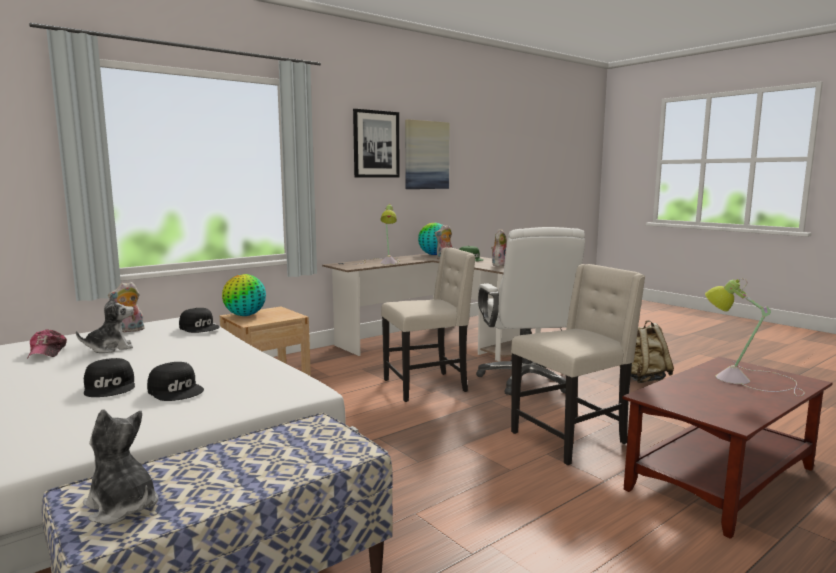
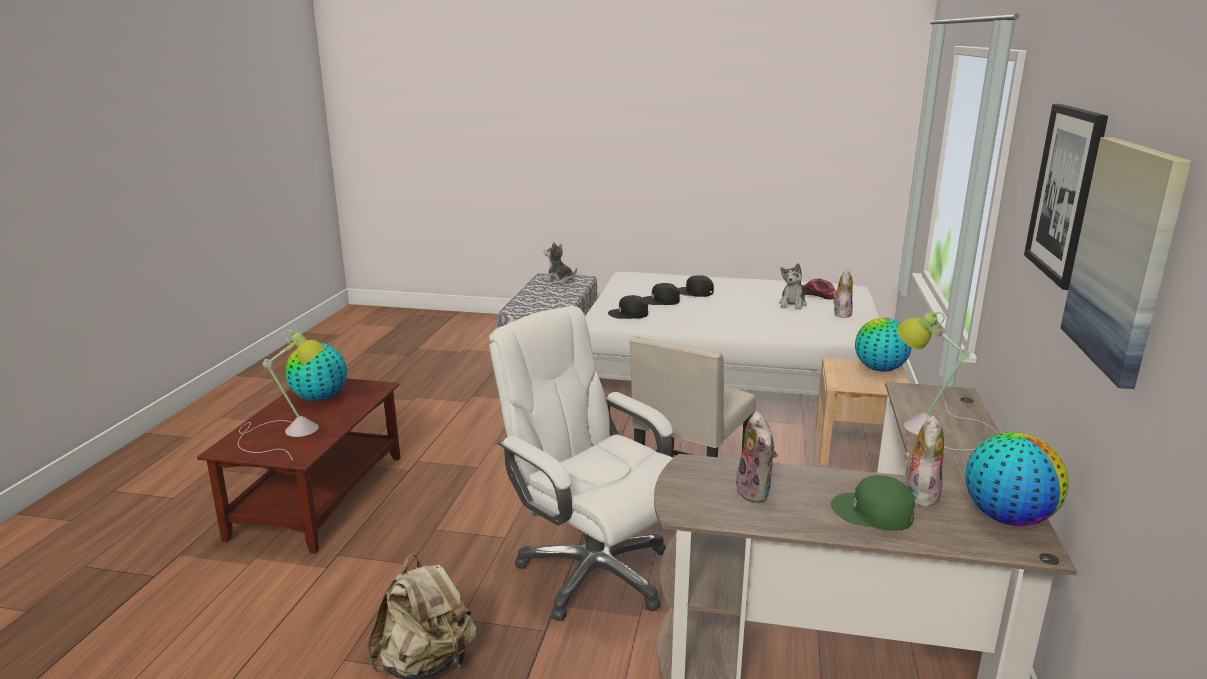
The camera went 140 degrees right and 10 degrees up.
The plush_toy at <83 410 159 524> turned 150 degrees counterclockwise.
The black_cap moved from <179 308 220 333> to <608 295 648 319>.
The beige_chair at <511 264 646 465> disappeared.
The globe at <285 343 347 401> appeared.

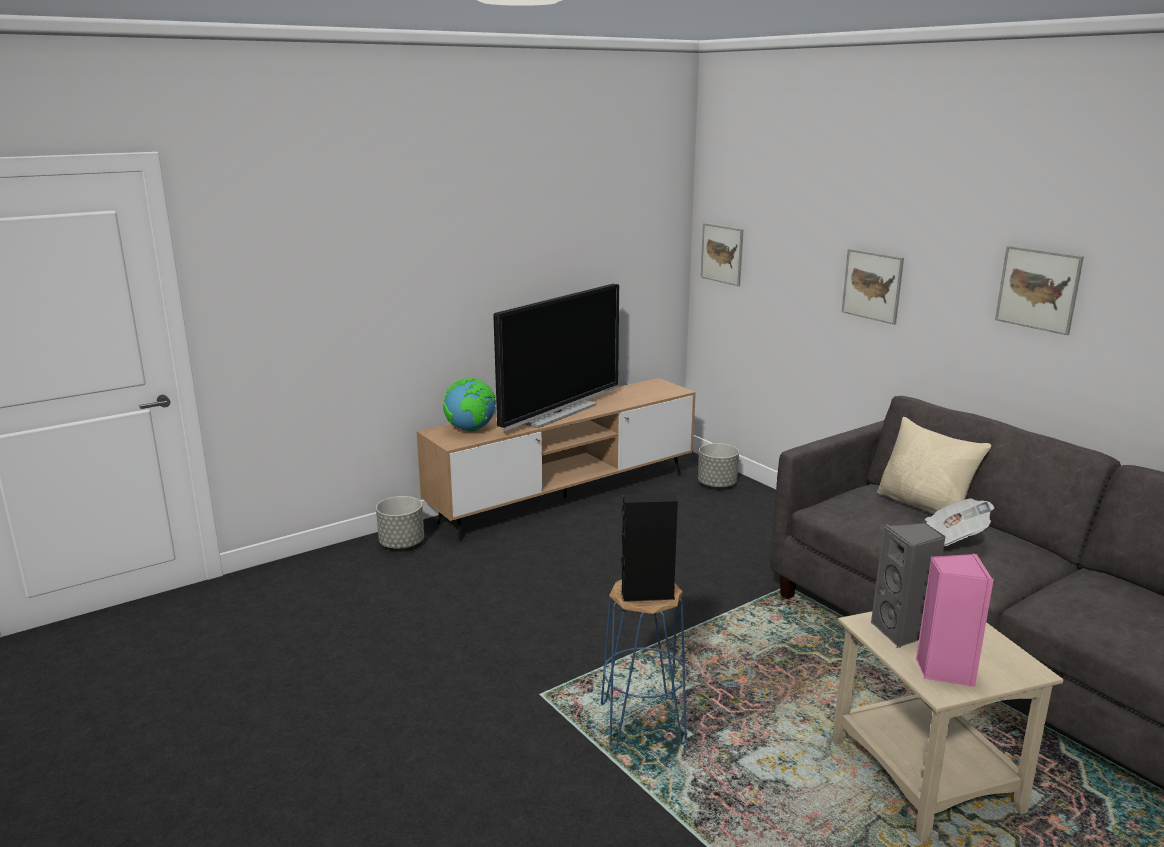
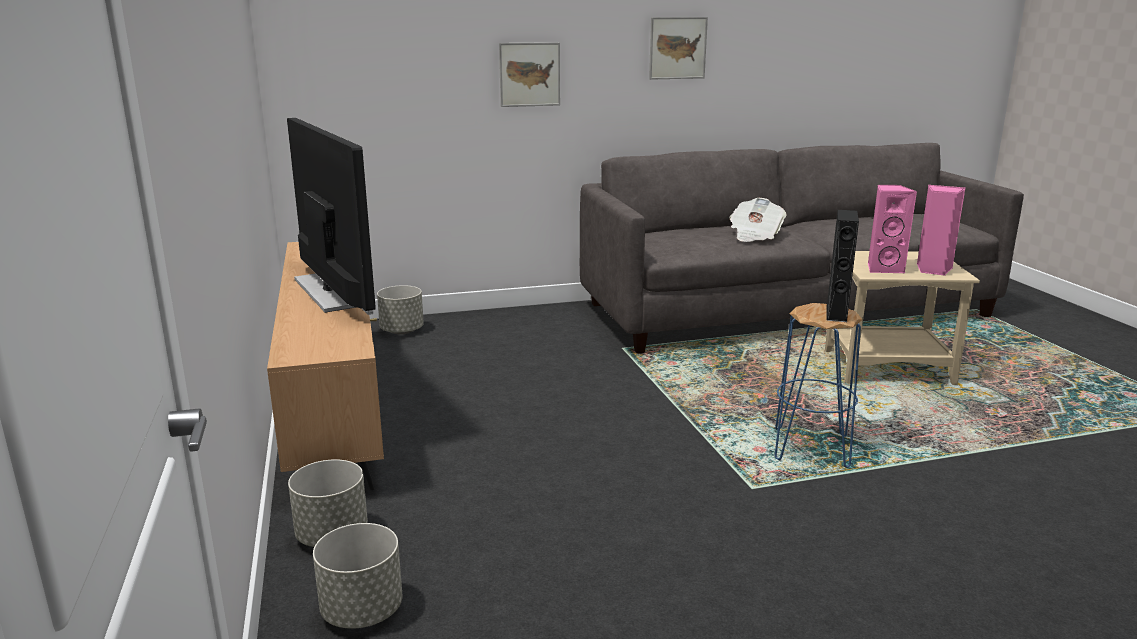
The camera went 70 degrees left and 0 degrees up.
The globe at <443 378 496 432> disappeared.
The picture at <701 223 744 286> disappeared.
The grey_speaker at <871 523 946 648> became the pink_speaker at <868 185 917 274>.
The beige_pillow at <877 417 991 514> disappeared.
The grey_planter at <313 523 403 629> appeared.

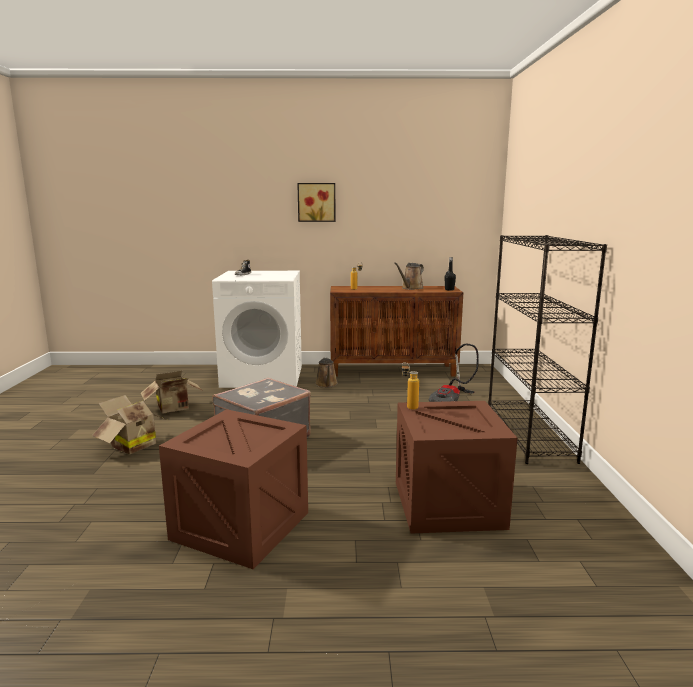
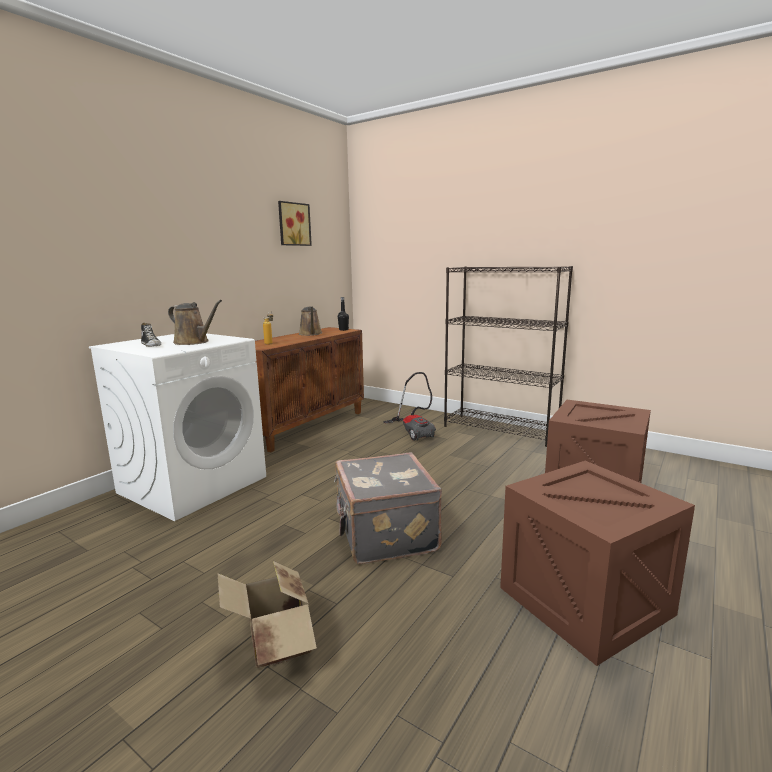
The camera went 55 degrees left and 0 degrees up.
The cardboard_box at <141 371 203 414> disappeared.
The picture moved from <297 183 335 222> to <278 201 312 246>.
The brown_watering_can moved from <315 357 338 388> to <168 300 222 345>.
The bottle at <402 362 419 410> disappeared.

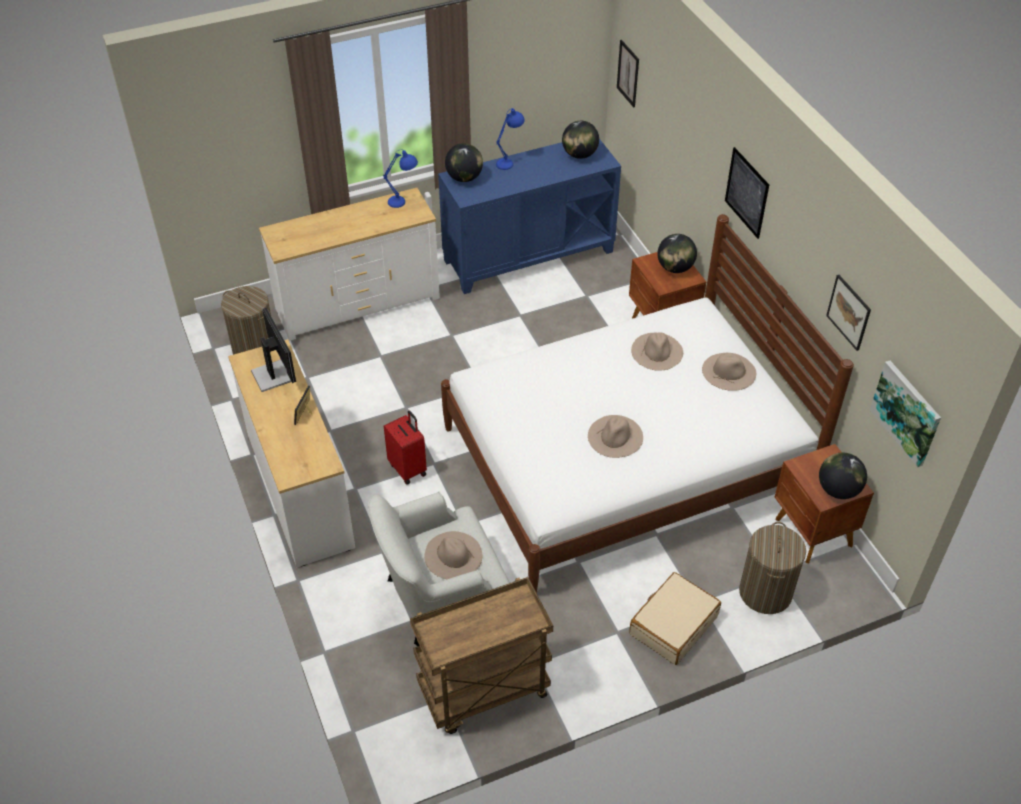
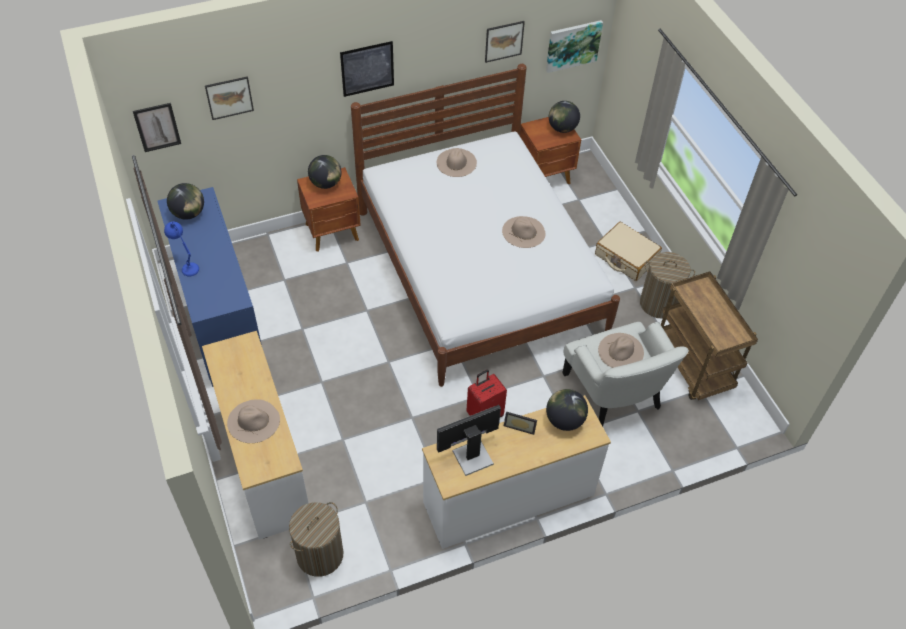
The camera went 90 degrees left and 5 degrees up.
The blue_table_lamp at <383 150 418 208> disappeared.
The globe moved from <445 143 483 182> to <546 389 588 431>.
The beige_hat moved from <631 333 683 371> to <227 399 280 443>.
The laundry_basket moved from <739 522 806 614> to <640 252 695 319>.
The picture at <205 76 254 120> appeared.

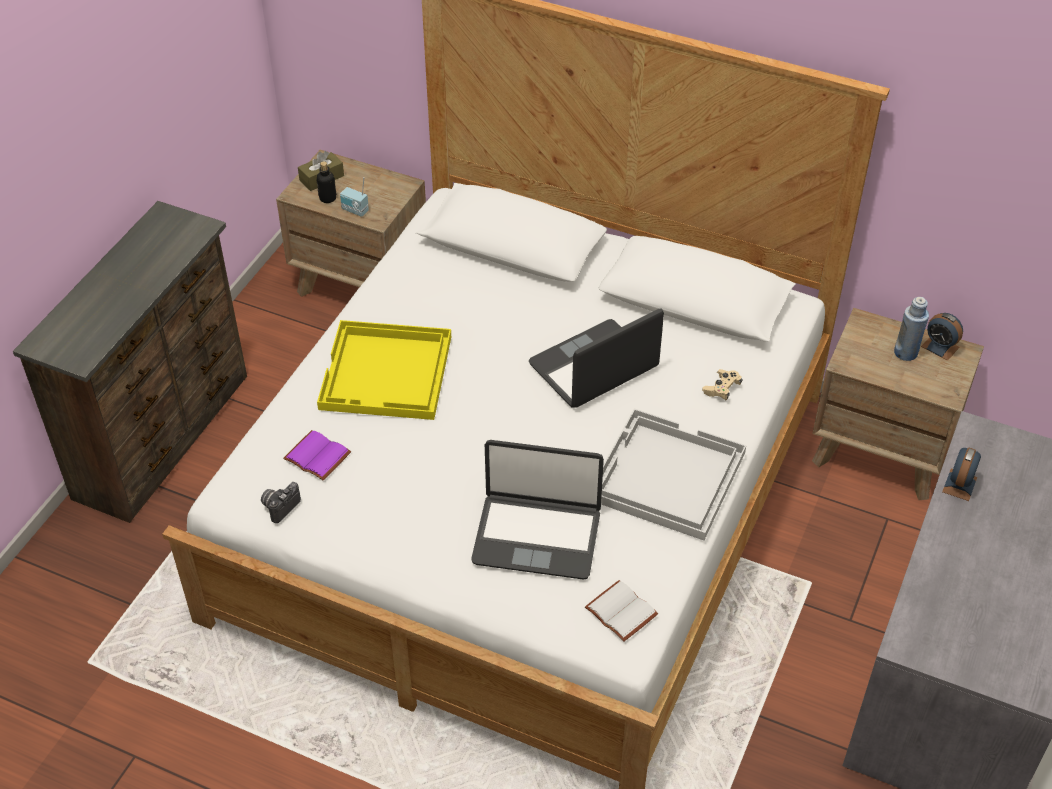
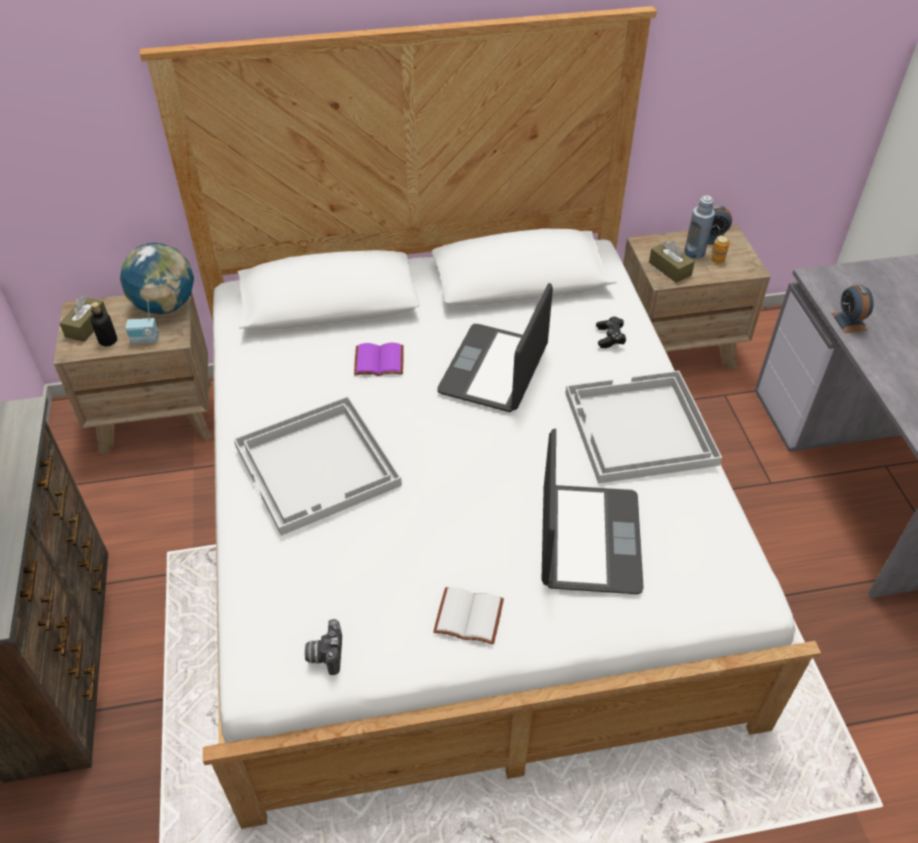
The camera went 35 degrees left and 0 degrees up.
The purple_book moved from <283 430 351 480> to <354 343 404 376>.
The yellow_tray at <317 320 451 420> became the white_tray at <234 396 402 536>.
The laptop at <471 440 604 580> turned 60 degrees counterclockwise.
The white_book moved from <585 580 658 642> to <433 587 504 644>.
The beige_game_controller at <702 369 743 400> became the black_game_controller at <596 317 626 348>.
The globe at <120 243 194 314> appeared.
The brown_tissue_box at <649 241 695 283> appeared.
The can at <711 235 729 263> appeared.

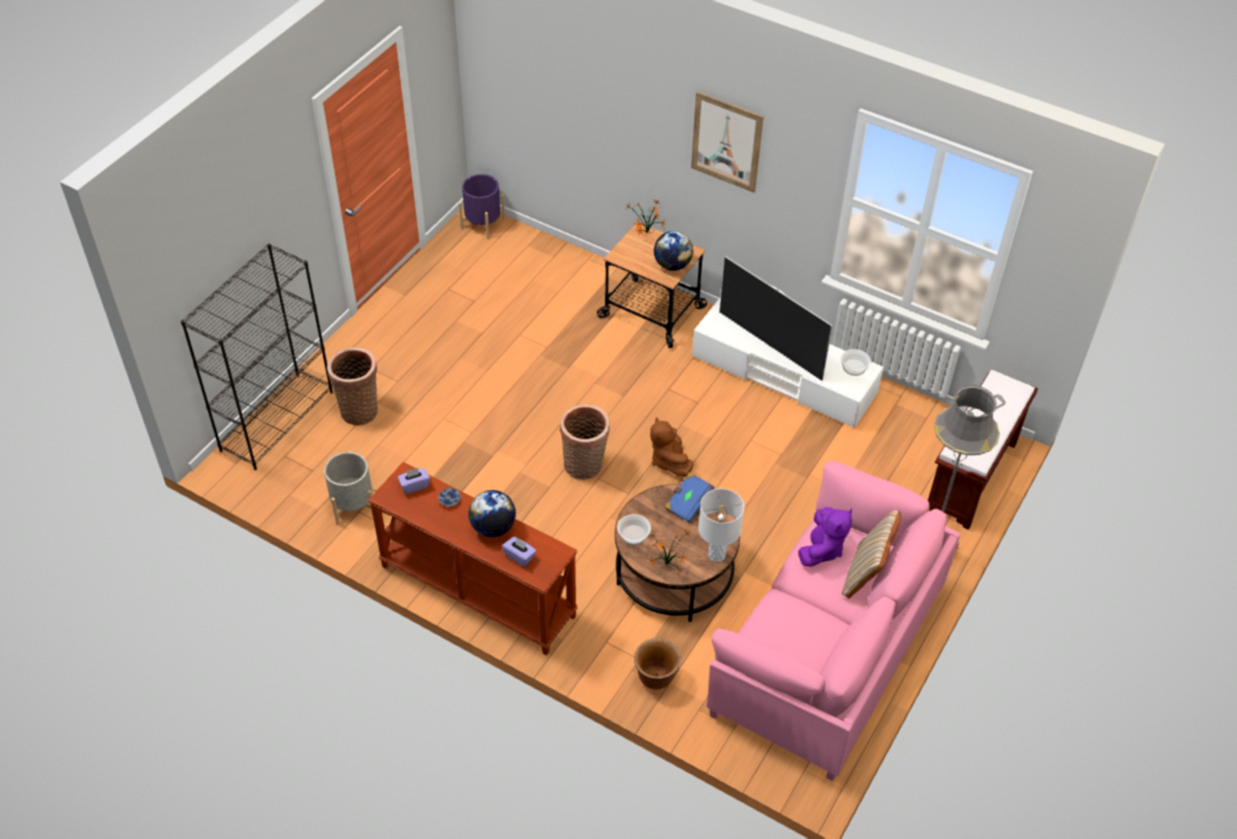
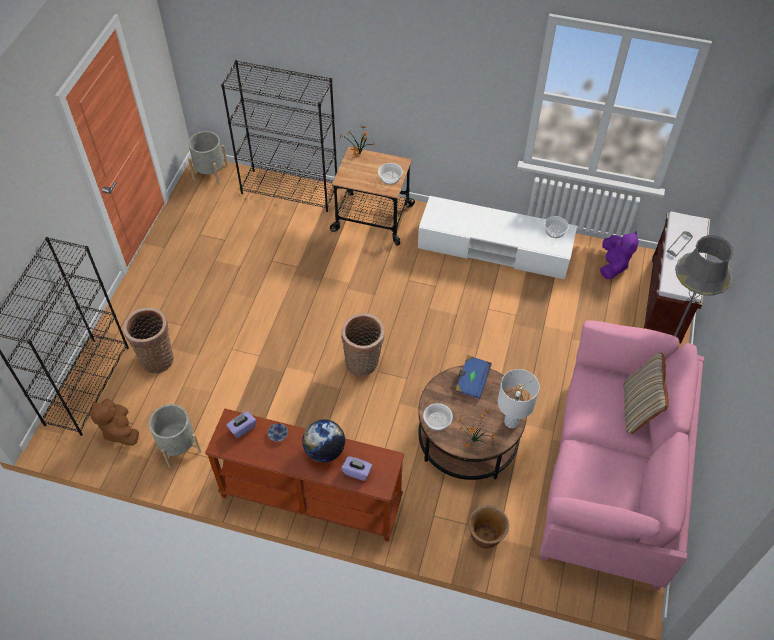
The camera went 15 degrees left and 5 degrees up.
The purple_planter at <459 174 505 239> became the grey_planter at <188 131 228 185>.
The brown_plush_toy moved from <650 417 693 477> to <90 399 139 446>.
The globe at <654 231 693 271> was replaced by the bowl at <378 163 403 185>.
The picture at <691 91 764 193> disappeared.
The television at <719 256 833 381> disappeared.
The purple_plush_toy moved from <798 507 852 567> to <600 231 639 279>.
The black_bookcase at <221 60 337 212> appeared.

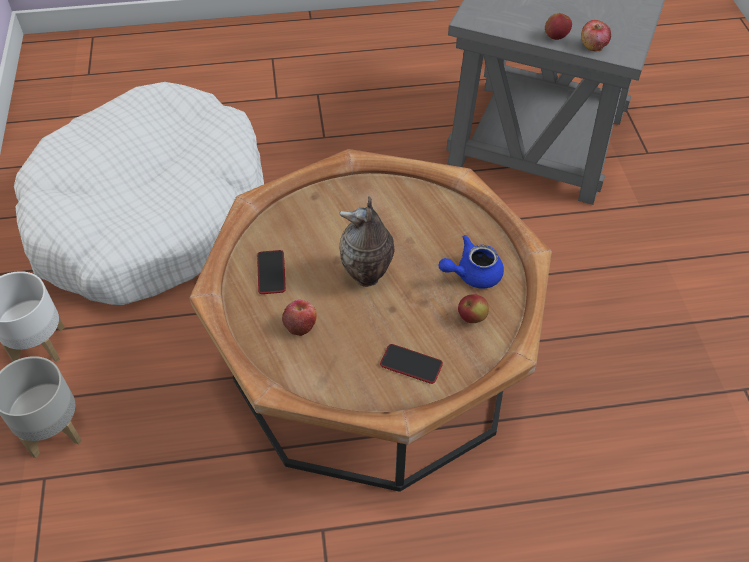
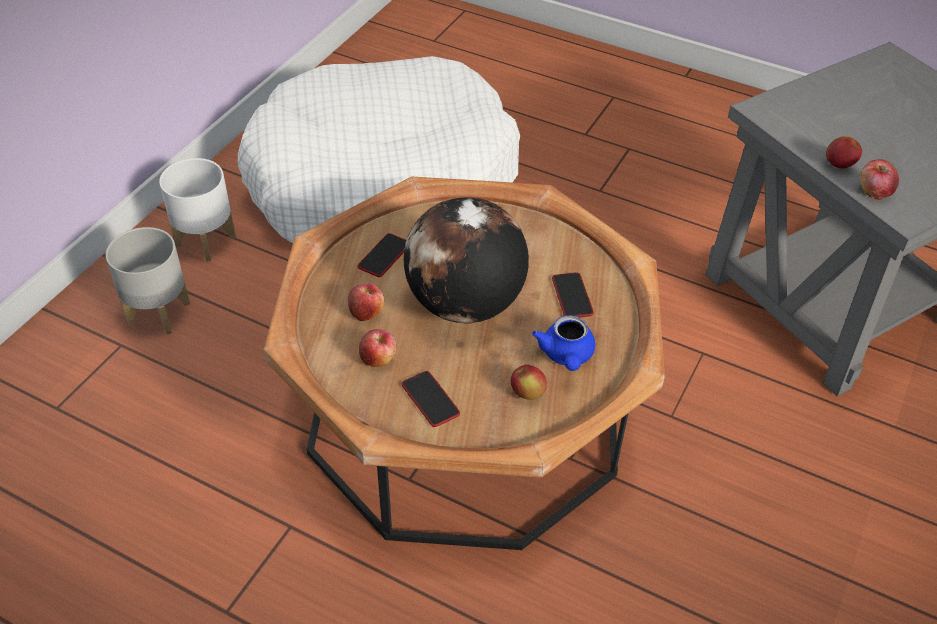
The camera went 35 degrees right and 5 degrees down.
The vase at <339 196 395 287> was replaced by the globe at <403 197 529 324>.
The blue_teapot at <439 235 504 289> turned 105 degrees counterclockwise.
The apple at <359 329 396 367> appeared.
The phone at <552 272 594 317> appeared.

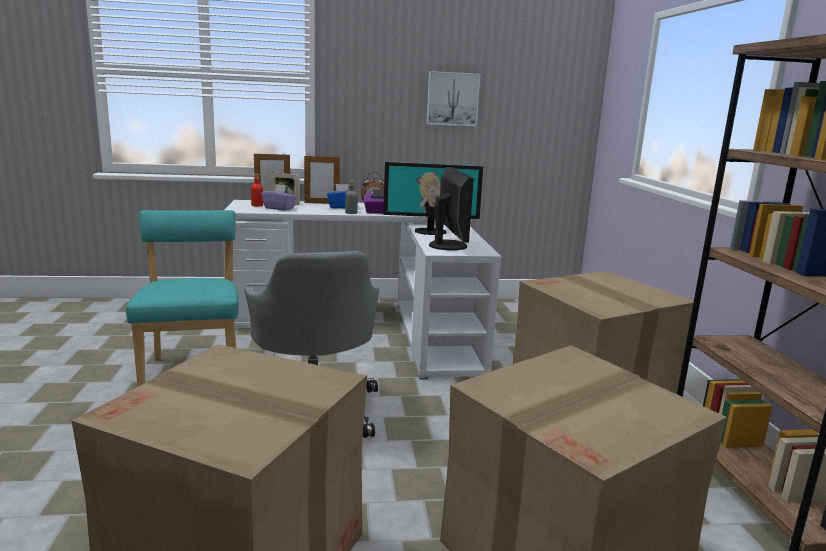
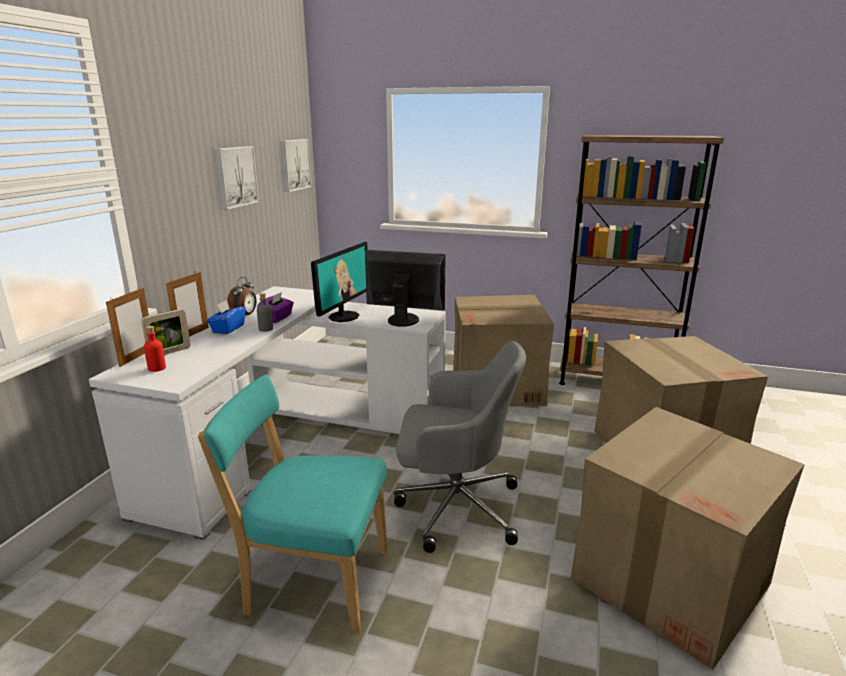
The camera went 65 degrees left and 5 degrees up.
The purple_tissue_box at <261 184 297 211> disappeared.
The picture at <280 139 312 192> appeared.

